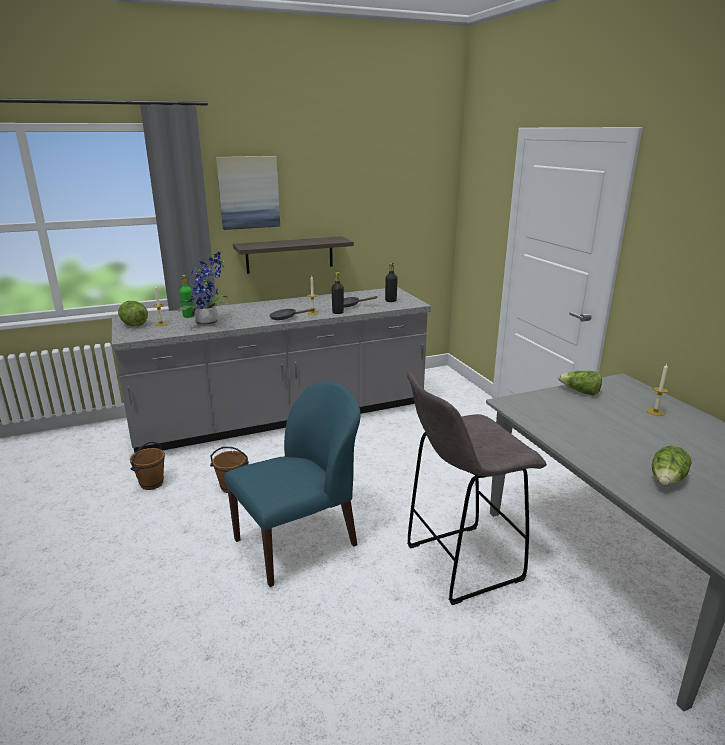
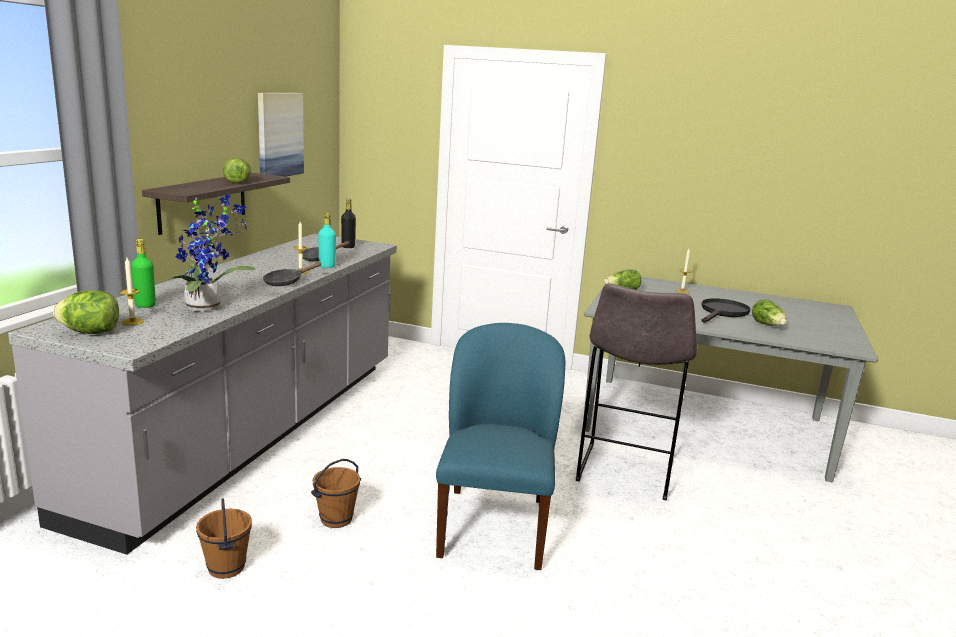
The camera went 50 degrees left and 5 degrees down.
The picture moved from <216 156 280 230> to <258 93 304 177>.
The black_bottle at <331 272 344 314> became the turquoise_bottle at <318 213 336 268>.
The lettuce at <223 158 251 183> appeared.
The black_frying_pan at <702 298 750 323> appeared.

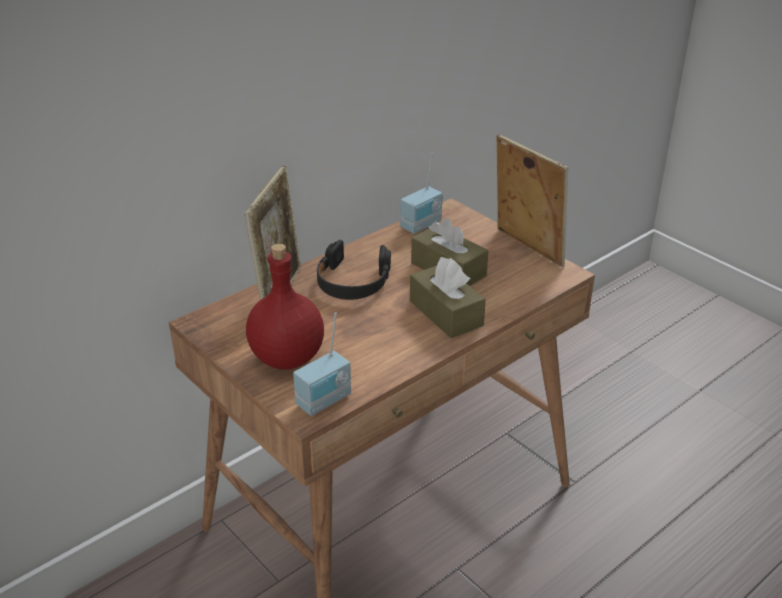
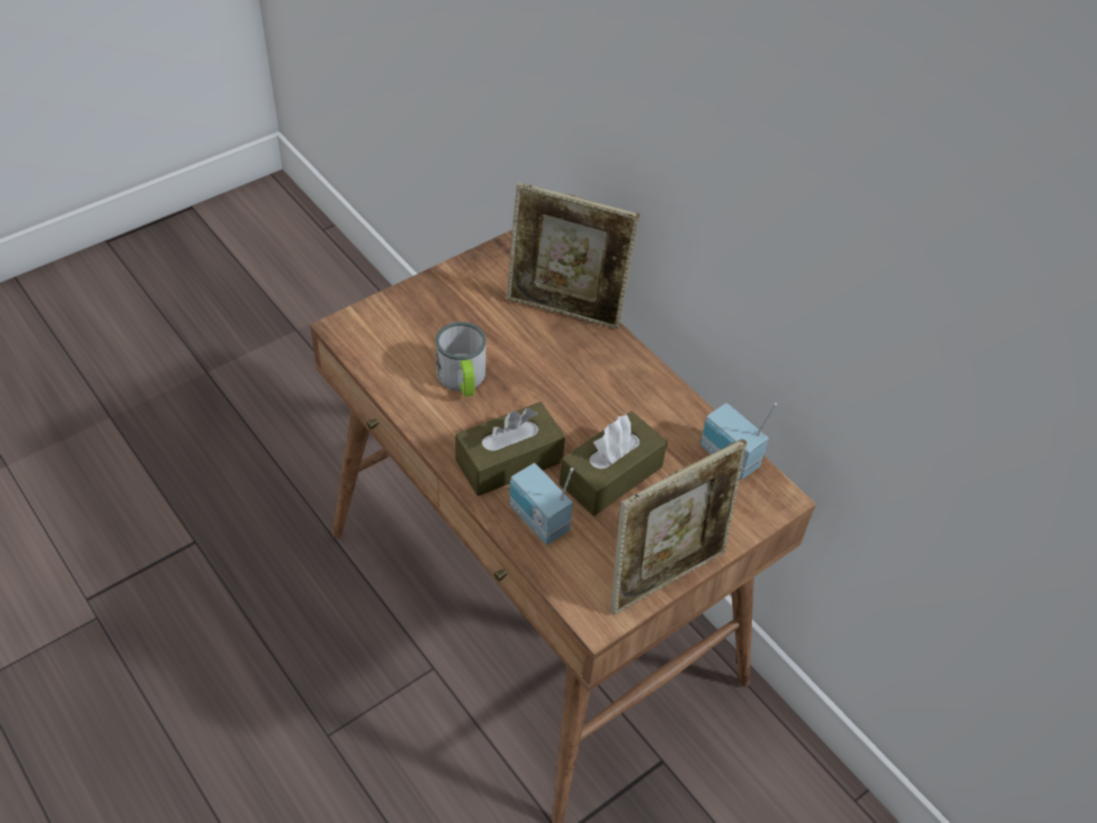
The camera went 90 degrees right and 15 degrees up.
The red_bottle at <246 244 324 370> disappeared.
The radio moved from <293 312 351 416> to <510 463 574 545>.
The black_headphones at <317 240 391 300> disappeared.
The mug at <436 322 486 397> appeared.

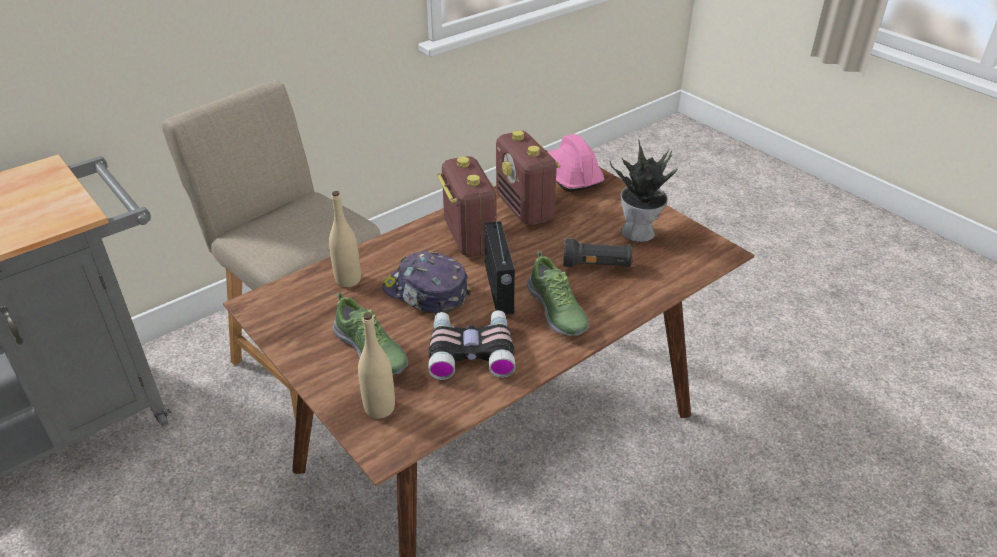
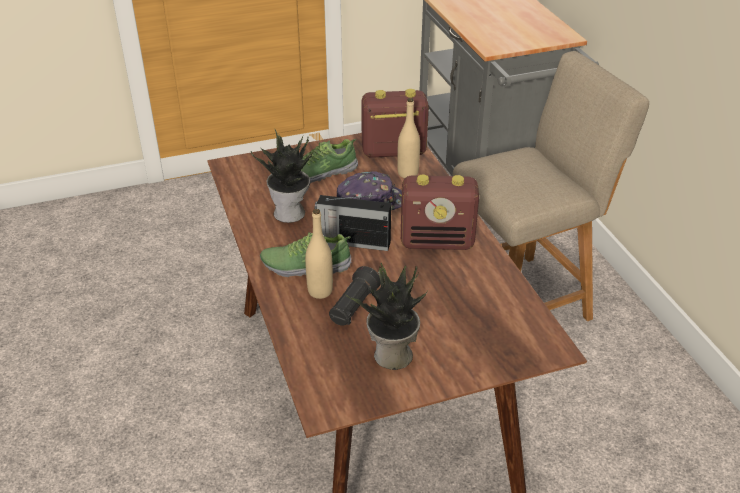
The camera went 110 degrees right and 0 degrees up.
The beige_bottle moved from <358 312 395 419> to <305 209 333 299>.
The binoculars at <428 310 516 380> was replaced by the potted_plant at <251 130 312 223>.
The radio moved from <496 130 561 226> to <361 89 429 158>.
The pink_hard_hat at <548 134 604 192> disappeared.

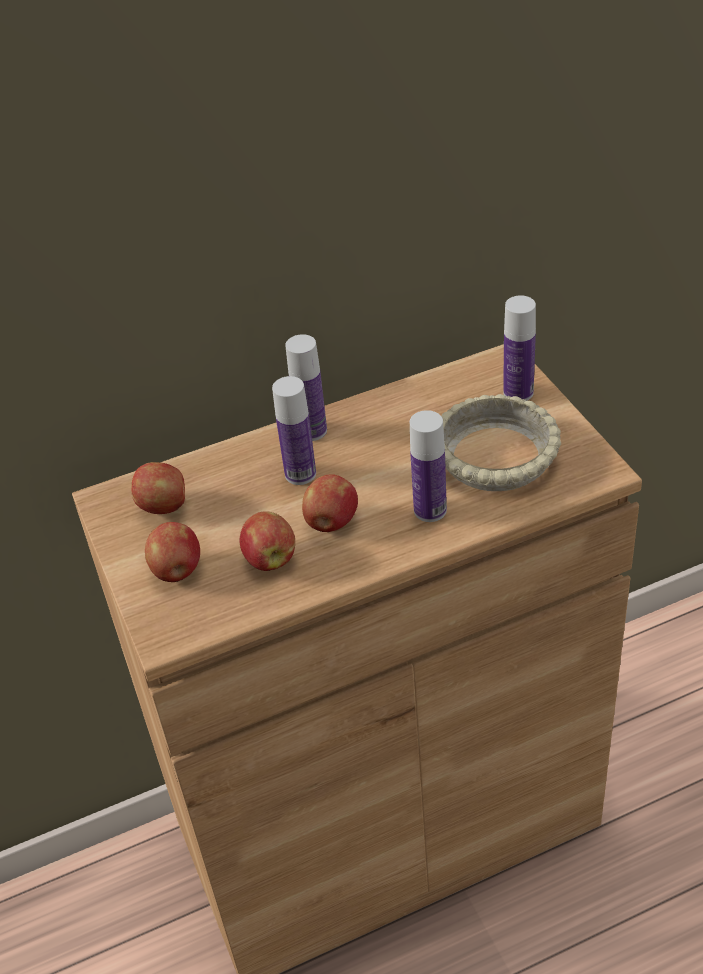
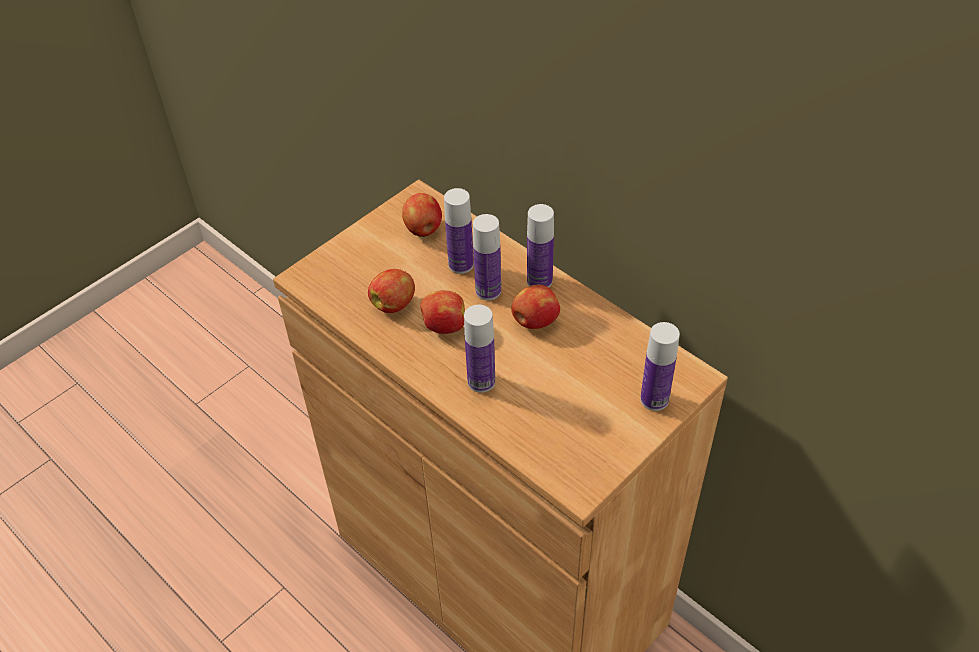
The camera went 65 degrees right and 5 degrees up.
The apple moved from <145 522 200 582> to <511 284 560 329>.
The beige_bowl at <442 394 561 491> disappeared.
The bottle at <444 188 474 274> appeared.

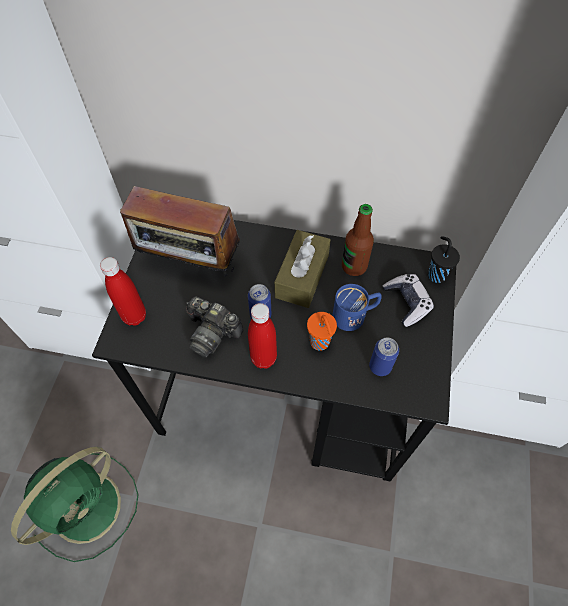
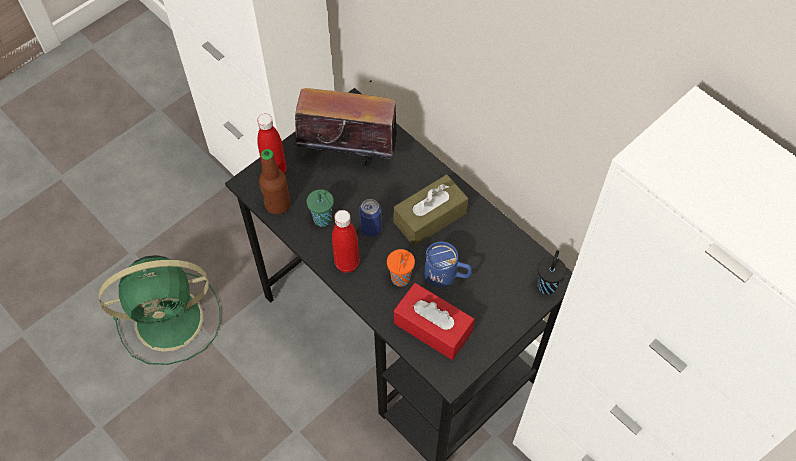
The camera went 35 degrees right and 0 degrees up.
The radio at <120 186 240 282> turned 135 degrees clockwise.
The photo_camera at <186 296 244 357> was replaced by the green_cup at <307 189 334 227>.
The bottle moved from <342 204 374 276> to <259 149 291 215>.
The can at <369 338 399 376> was replaced by the red_tissue_box at <394 283 475 360>.
The game_controller at <382 274 434 327> disappeared.

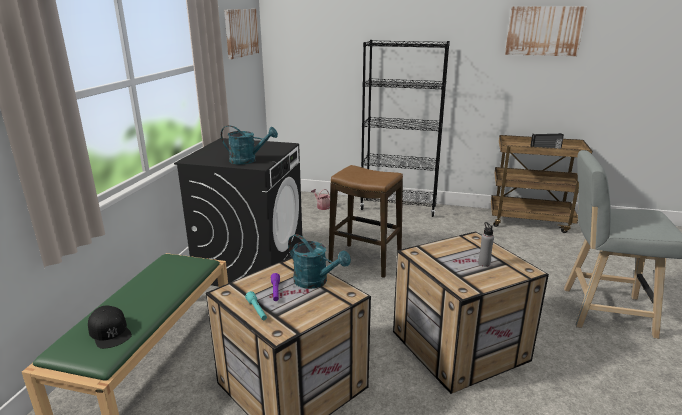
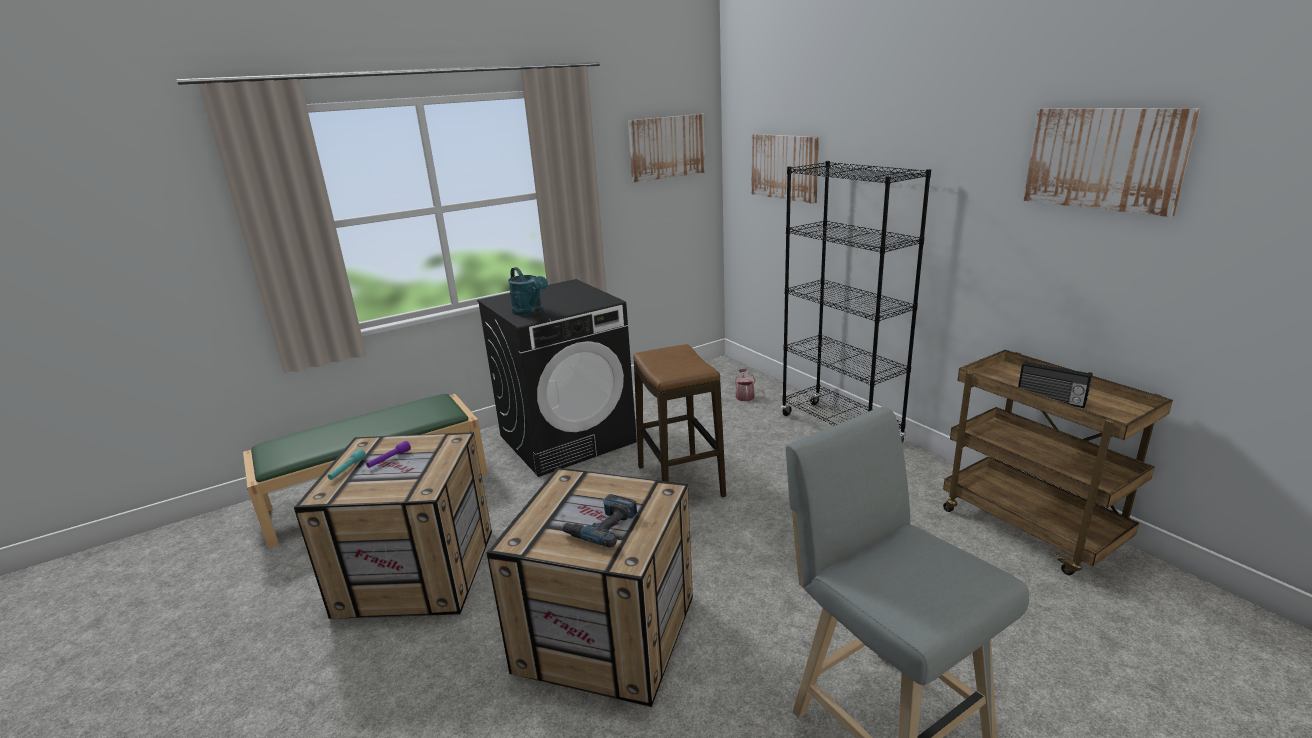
The camera went 45 degrees right and 0 degrees up.
The black_cap at <88 306 132 349> disappeared.
The turquoise_watering_can at <288 234 351 289> disappeared.
The grey_bottle at <478 222 494 267> was replaced by the power_drill at <559 494 637 548>.
The picture at <752 134 819 204> appeared.

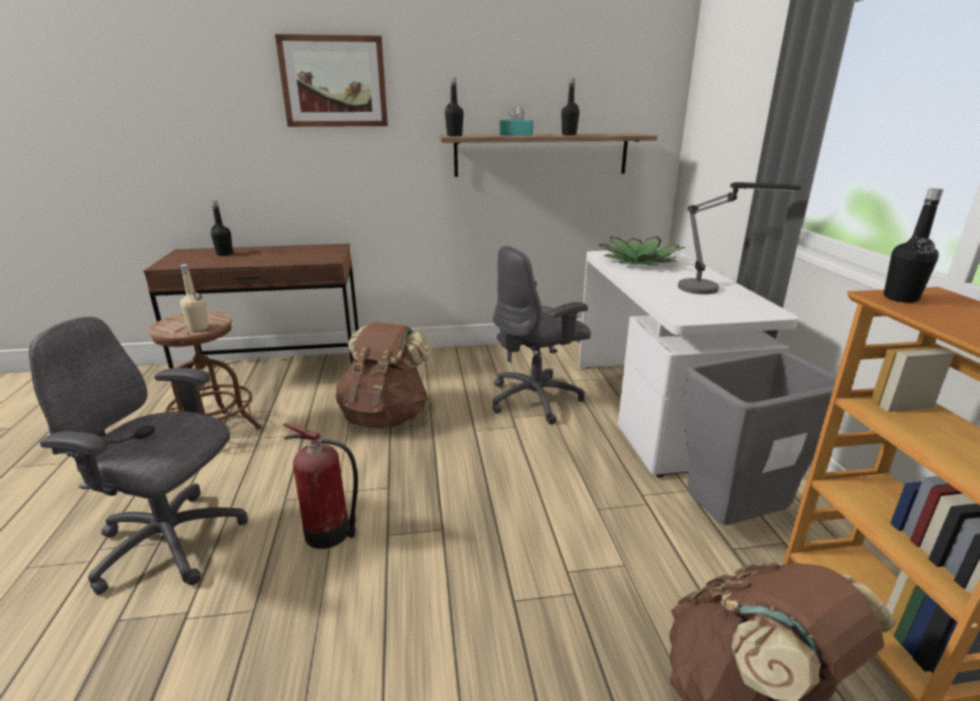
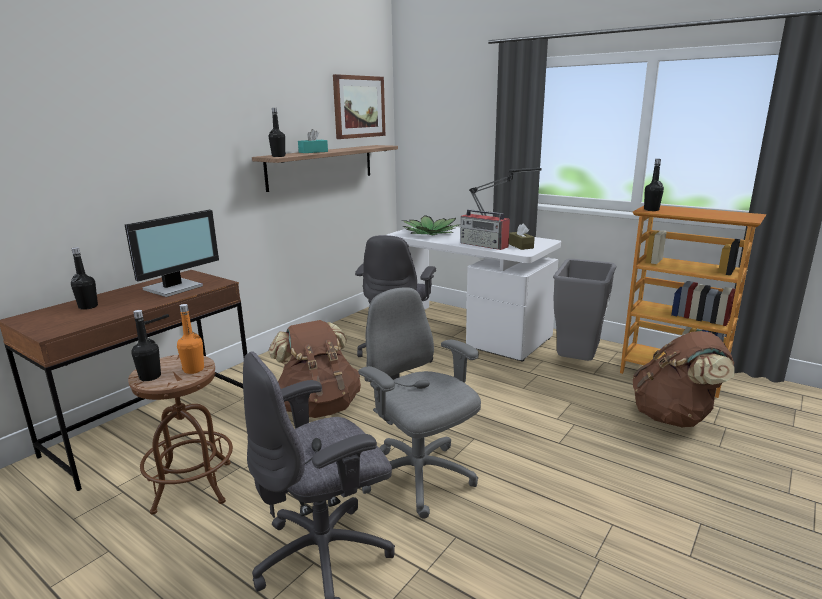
The camera went 45 degrees left and 5 degrees down.
The beige_bottle at <180 264 209 331> became the orange_bottle at <177 304 204 374>.
The picture moved from <275 34 388 127> to <333 74 385 139>.
The fire_extinguisher at <283 423 358 549> was replaced by the grey_office_chair at <358 287 481 518>.
The black_bottle moved from <561 78 579 135> to <131 310 161 381>.
The monitor at <125 210 219 297> appeared.
The radio at <460 209 510 250> appeared.
The brown_tissue_box at <509 224 535 250> appeared.

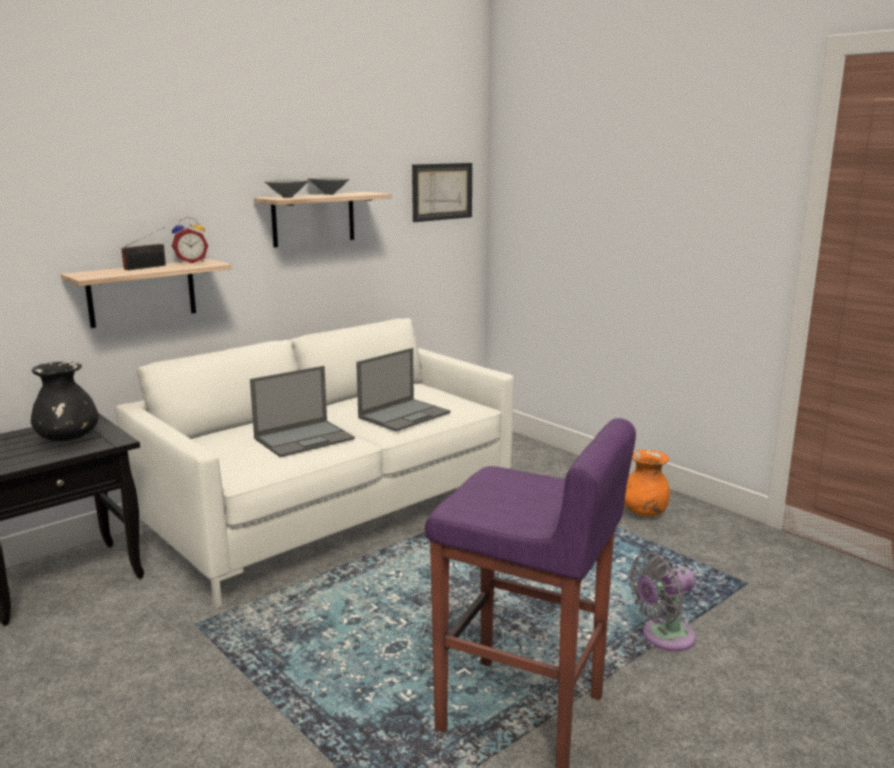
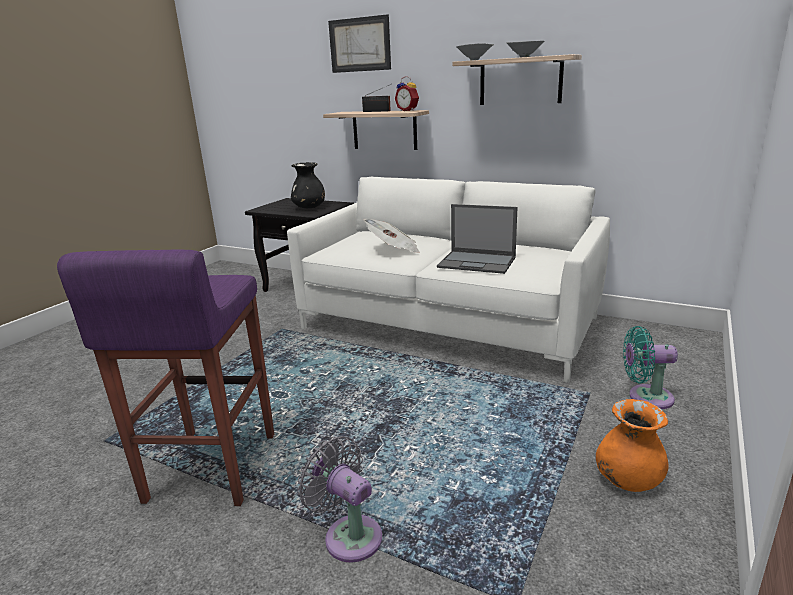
The camera went 70 degrees right and 5 degrees up.
The laptop at <250 366 355 457> was replaced by the newspaper at <363 219 420 253>.
The picture moved from <412 163 472 222> to <328 14 391 73>.
The turquoise_fan at <623 326 678 409> appeared.

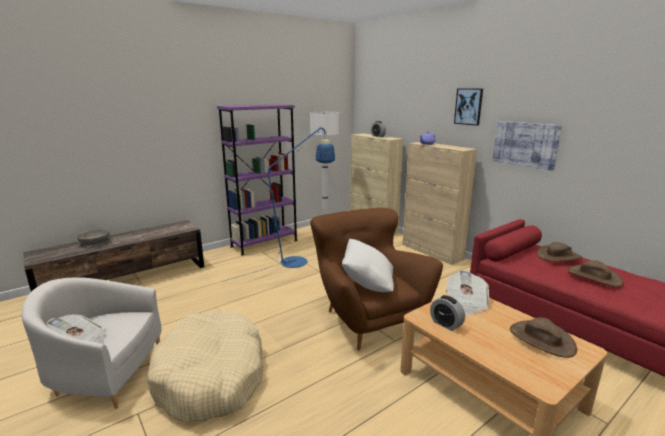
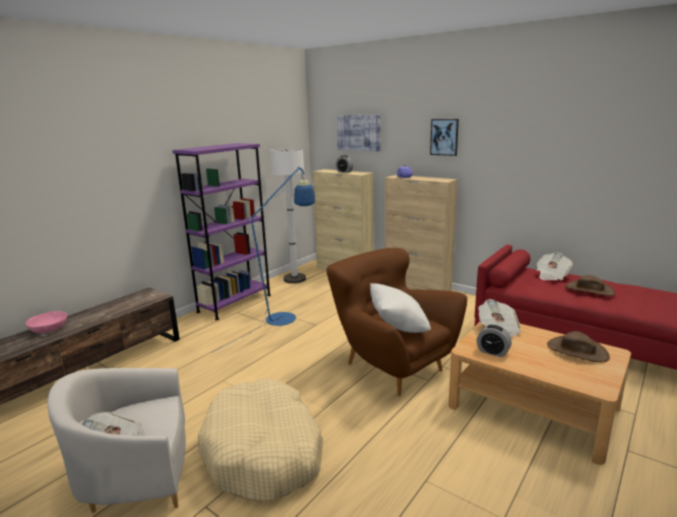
The camera went 15 degrees left and 0 degrees up.
The grey_bowl at <77 229 110 245> became the pink_bowl at <26 311 67 333>.
The picture moved from <492 121 562 171> to <337 115 381 151>.
The brown_hat at <537 242 582 261> was replaced by the newspaper at <536 253 573 280>.

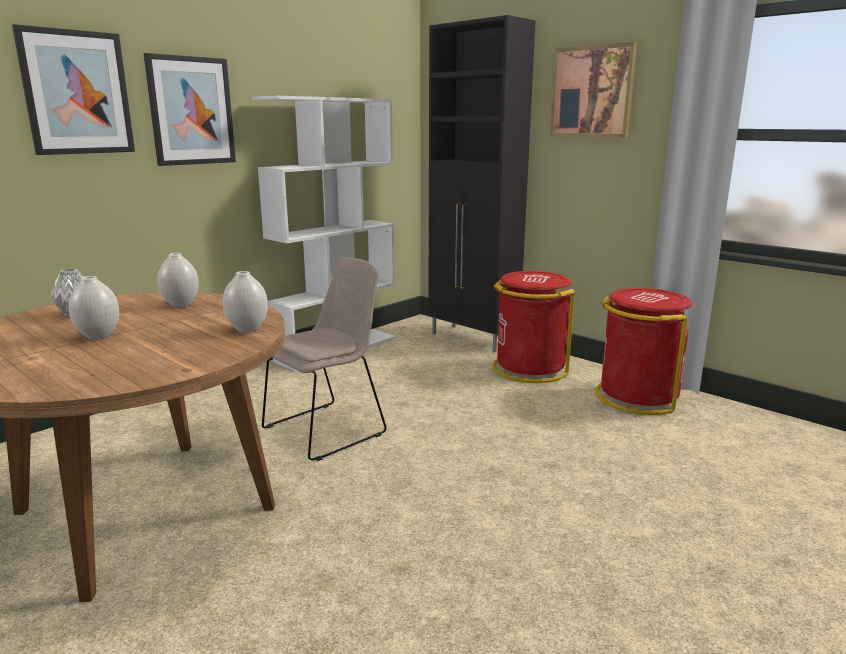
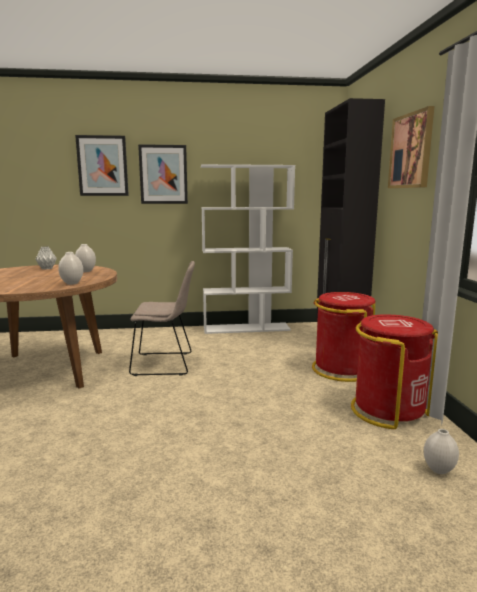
The camera went 40 degrees right and 5 degrees down.
The white_vase moved from <68 276 119 339> to <424 429 459 474>.

